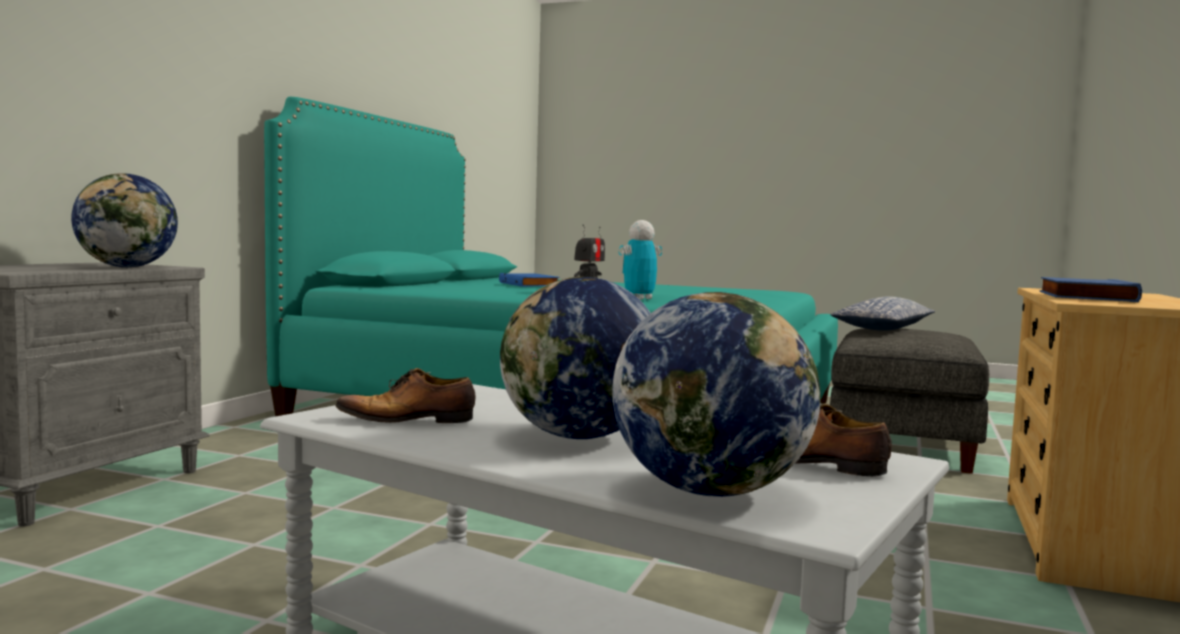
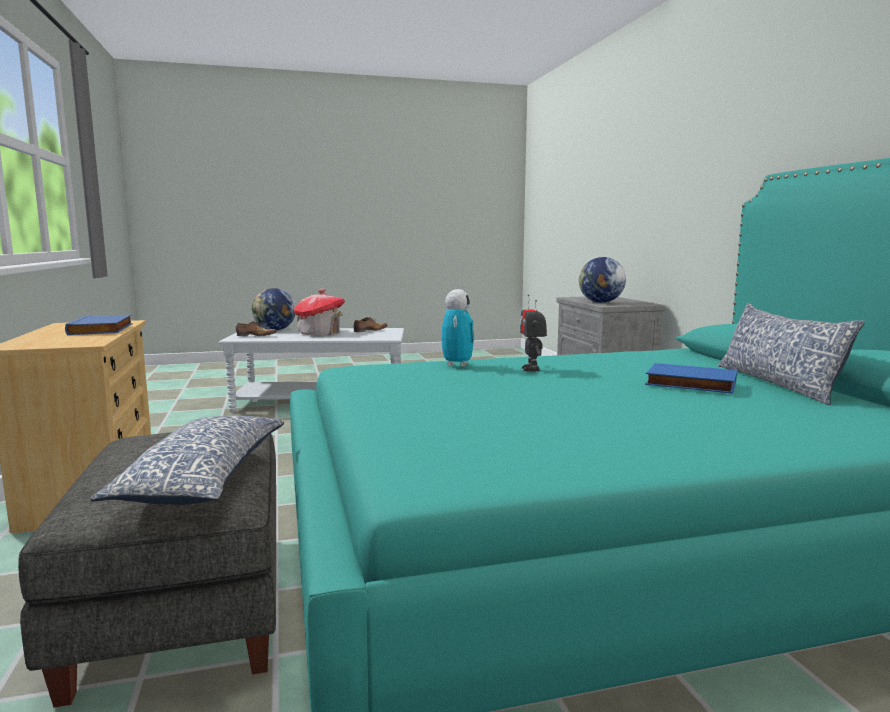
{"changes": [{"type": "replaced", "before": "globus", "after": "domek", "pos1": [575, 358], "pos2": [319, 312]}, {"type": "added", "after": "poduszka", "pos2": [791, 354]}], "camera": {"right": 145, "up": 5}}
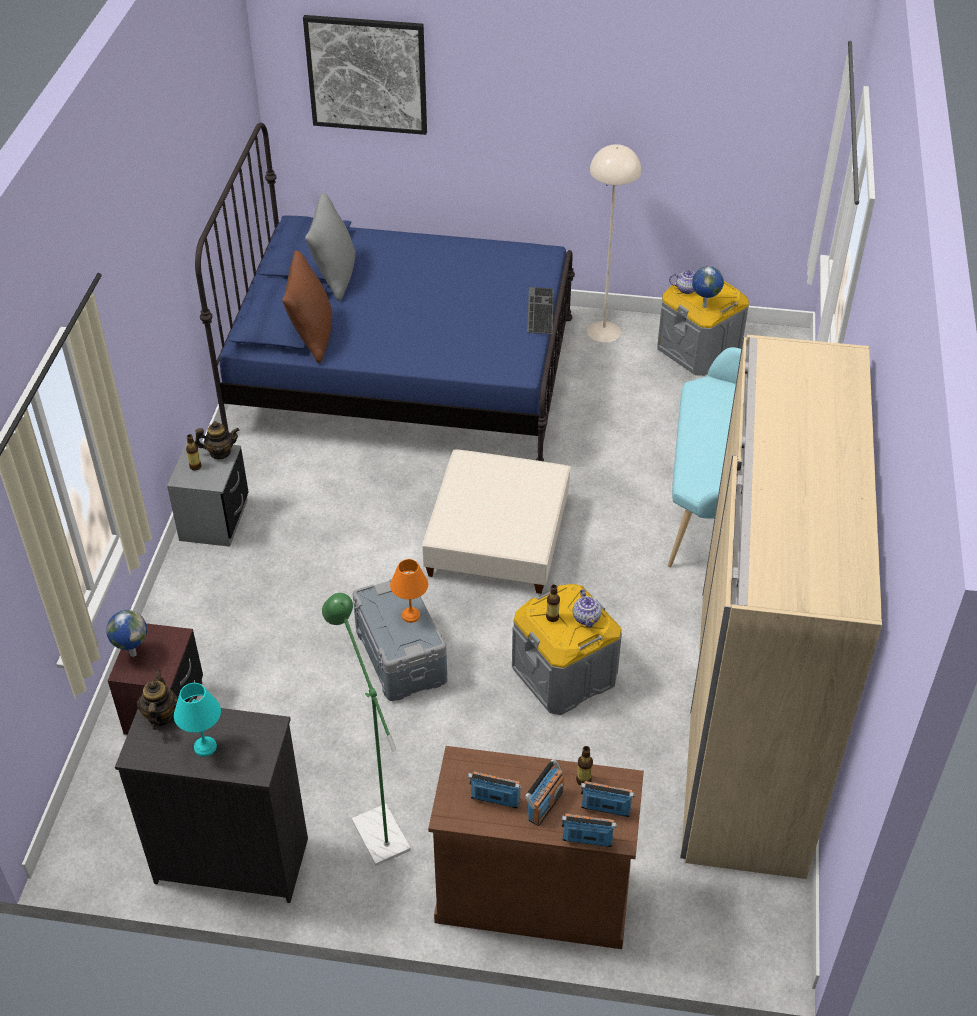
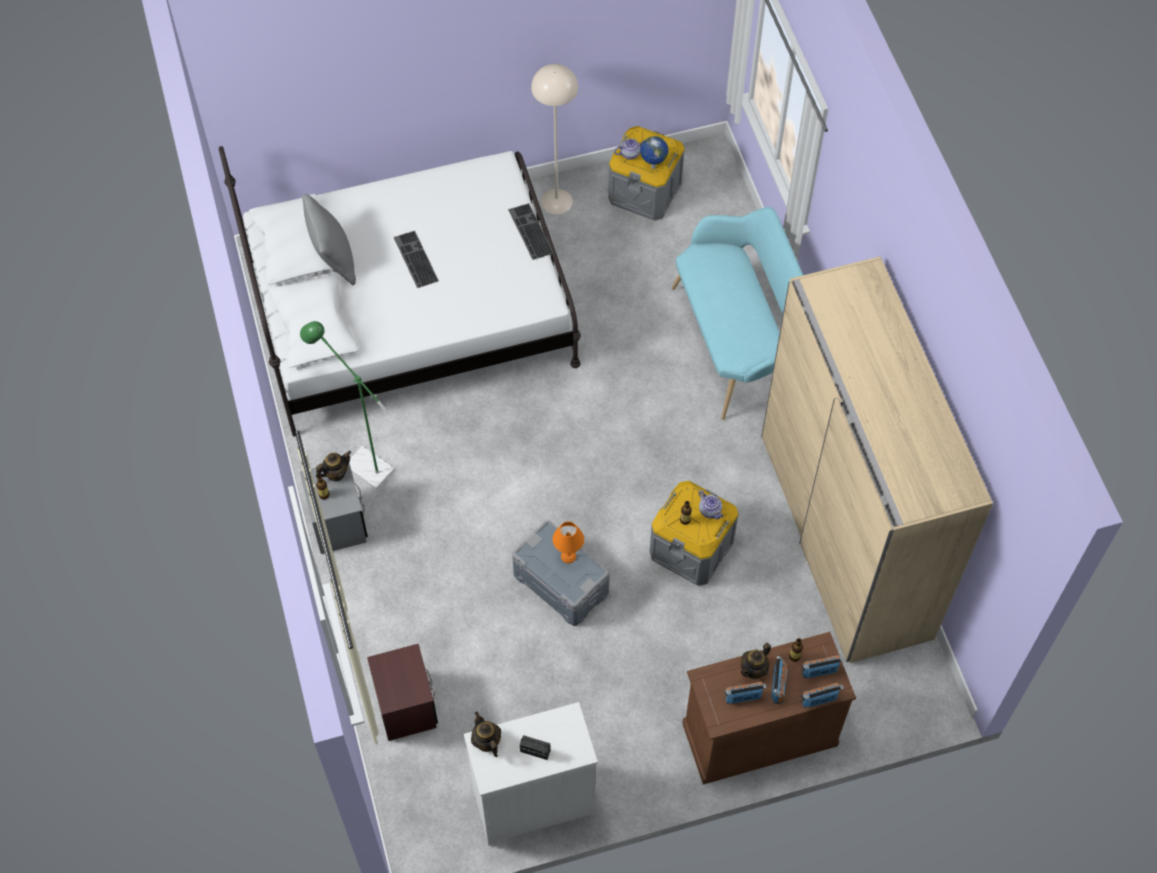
{"changes": [{"type": "removed", "before": "globus", "pos1": [126, 633]}, {"type": "recoloured", "before": "komoda [czarny]", "after": "komoda [biały]", "pos1": [211, 805], "pos2": [531, 774]}, {"type": "replaced", "before": "lampa stołowa [turkusowy]", "after": "radio", "pos1": [197, 720], "pos2": [535, 747]}, {"type": "recoloured", "before": "łóżko [niebieski]", "after": "łóżko [biały]", "pos1": [385, 292], "pos2": [399, 291]}, {"type": "removed", "before": "poduszka [brązowy]", "pos1": [307, 306]}, {"type": "removed", "before": "obraz", "pos1": [365, 75]}, {"type": "moved", "before": "lampa stojąca [zielony]", "pos1": [366, 729], "pos2": [347, 405]}, {"type": "removed", "before": "pufa [beżowy]", "pos1": [496, 521]}, {"type": "added", "after": "klawiatura", "pos2": [416, 259]}, {"type": "added", "after": "imbryk", "pos2": [756, 661]}], "camera": {"right": -25, "up": 15}}
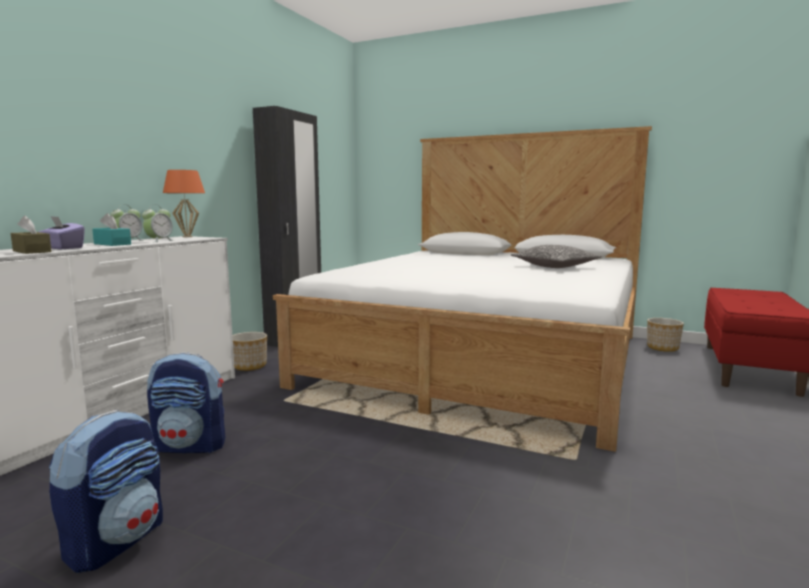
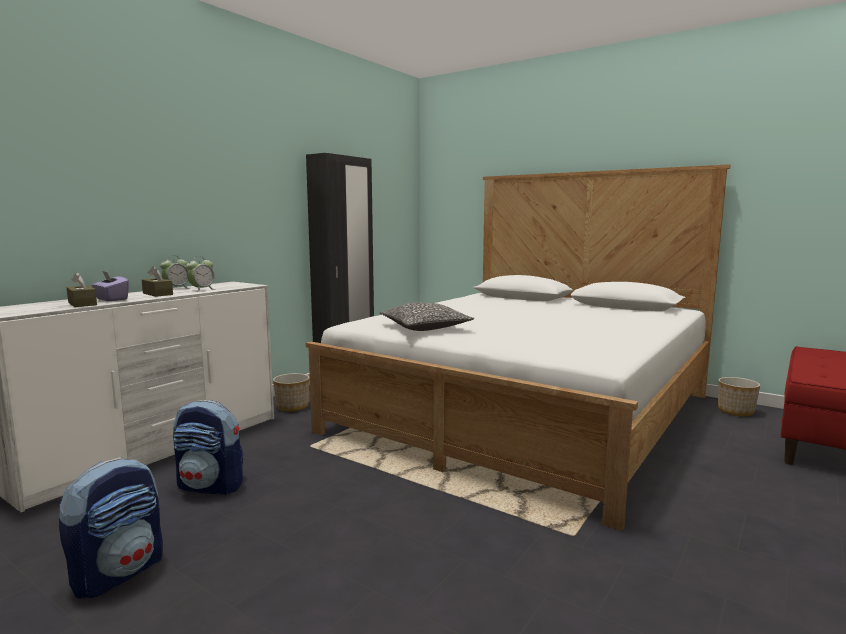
{"changes": [{"type": "recoloured", "before": "pudełko chusteczek [turkusowy]", "after": "pudełko chusteczek [brązowy]", "pos1": [111, 229], "pos2": [157, 281]}, {"type": "removed", "before": "lampa stołowa [pomarańczowy]", "pos1": [184, 203]}, {"type": "moved", "before": "poduszka", "pos1": [556, 256], "pos2": [427, 316]}], "camera": {"right": 10, "up": 0}}
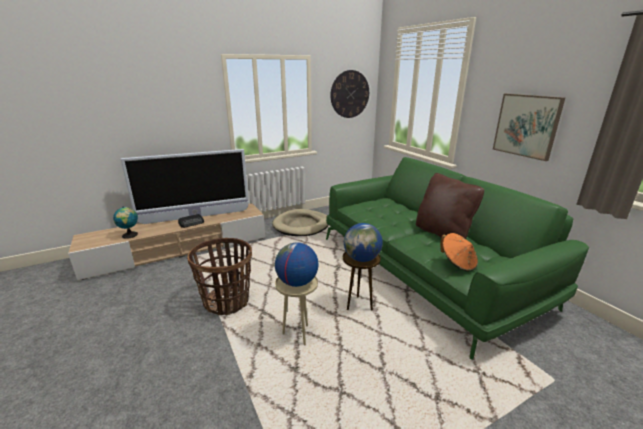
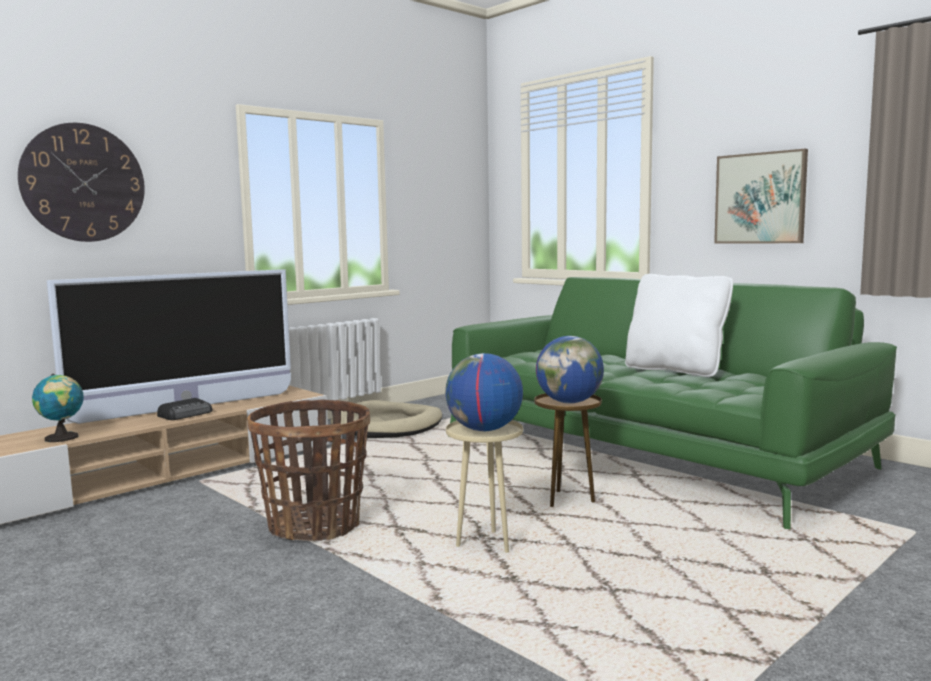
{"changes": [{"type": "moved", "before": "zegar ścienny", "pos1": [349, 94], "pos2": [81, 182]}, {"type": "recoloured", "before": "poduszka [brązowy]", "after": "poduszka [biały]", "pos1": [450, 206], "pos2": [679, 325]}, {"type": "removed", "before": "kapelusz [pomarańczowy]", "pos1": [459, 252]}], "camera": {"right": -15, "up": -15}}
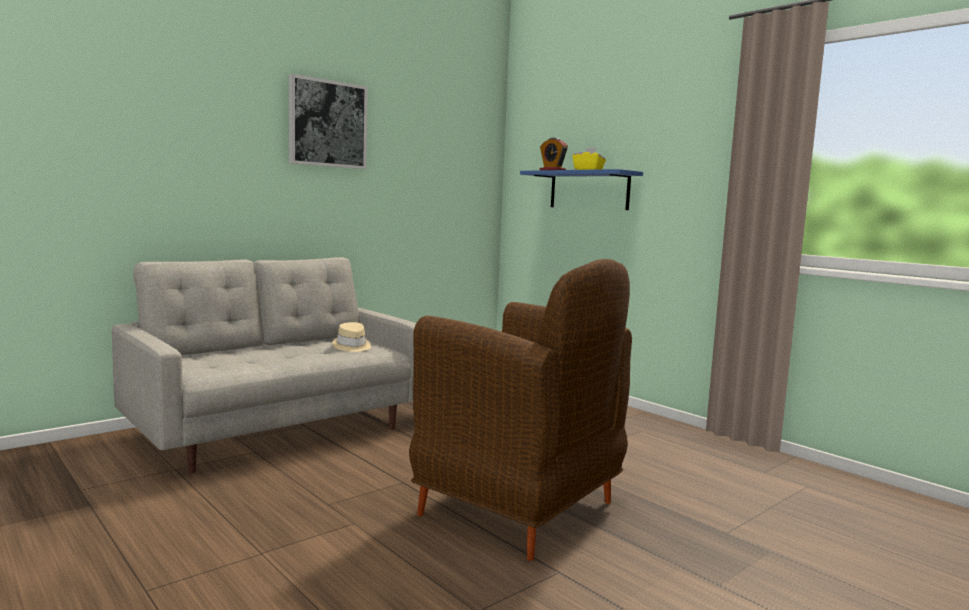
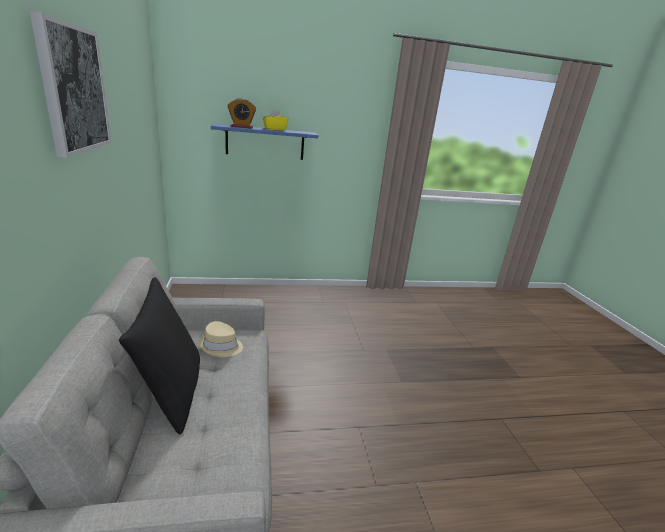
{"changes": [{"type": "removed", "before": "fotel [brązowy]", "pos1": [520, 410]}, {"type": "added", "after": "poduszka [czarny]", "pos2": [159, 355]}], "camera": {"right": -60, "up": 15}}
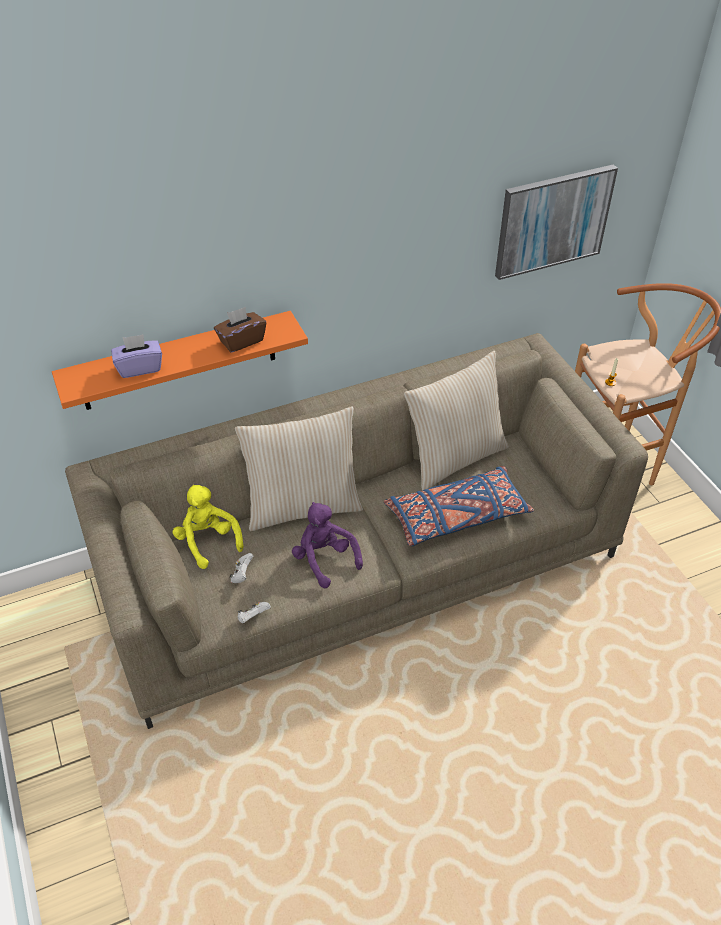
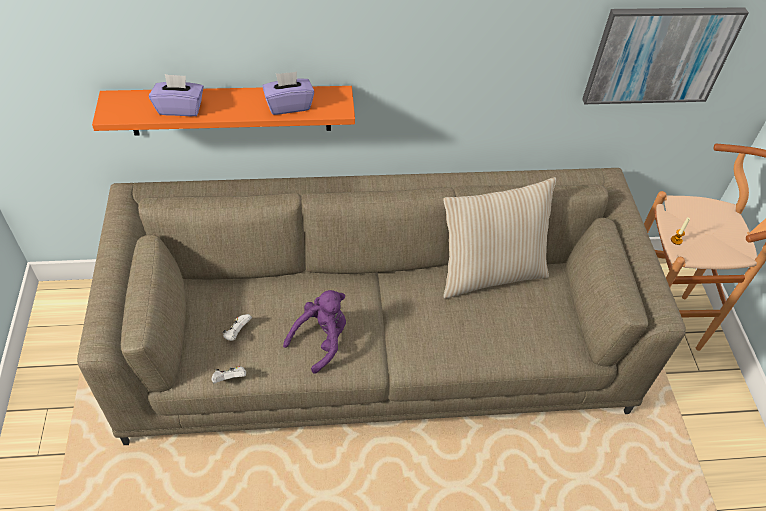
{"changes": [{"type": "removed", "before": "pluszak [żółty]", "pos1": [208, 527]}, {"type": "recoloured", "before": "pudełko chusteczek [brązowy]", "after": "pudełko chusteczek [fioletowy]", "pos1": [240, 330], "pos2": [288, 93]}, {"type": "removed", "before": "poduszka [beżowy]", "pos1": [299, 468]}, {"type": "turned", "before": "pluszak [fioletowy]", "pos1": [327, 545], "pos2": [314, 332], "turn": 60}, {"type": "removed", "before": "poduszka [niebieski]", "pos1": [459, 506]}], "camera": {"right": 15, "up": 5}}
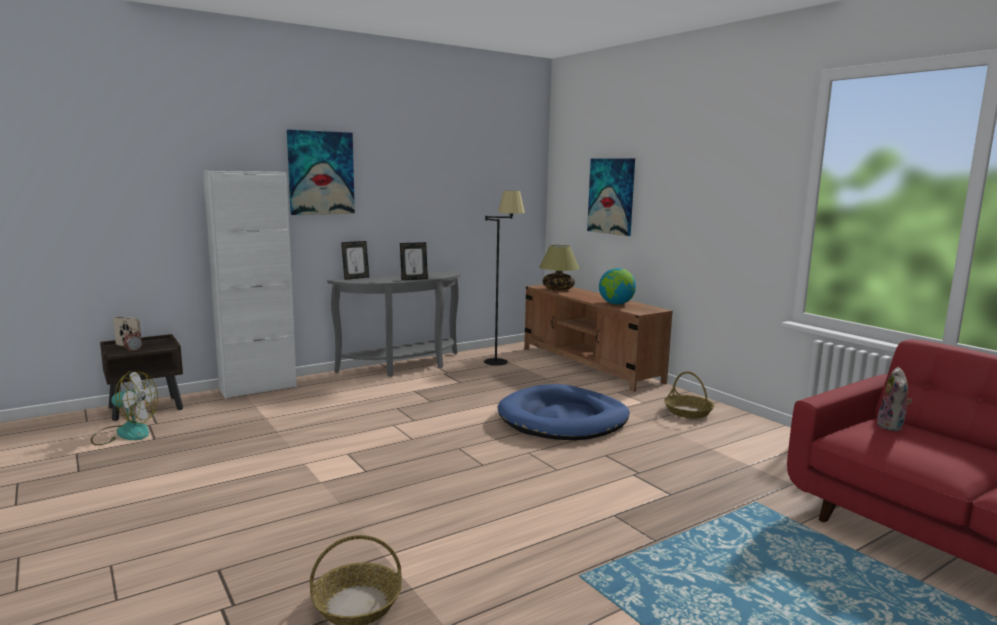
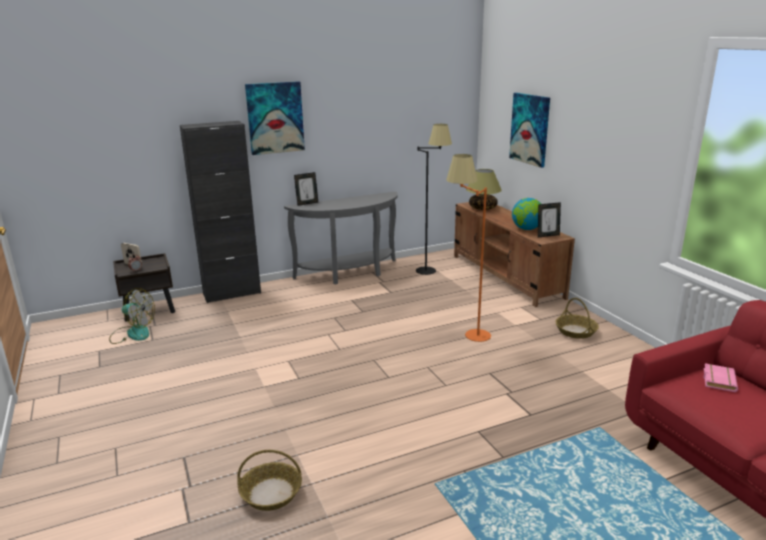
{"changes": [{"type": "recoloured", "before": "szafka [biały]", "after": "szafka [czarny]", "pos1": [250, 285], "pos2": [220, 212]}, {"type": "moved", "before": "ramka na zdjęcie", "pos1": [414, 261], "pos2": [549, 219]}, {"type": "replaced", "before": "legowisko [niebieski]", "after": "lampa stojąca [pomarańczowy]", "pos1": [563, 412], "pos2": [468, 248]}, {"type": "replaced", "before": "pluszak", "after": "książka [różowy]", "pos1": [894, 399], "pos2": [721, 377]}], "camera": {"right": 10, "up": 10}}
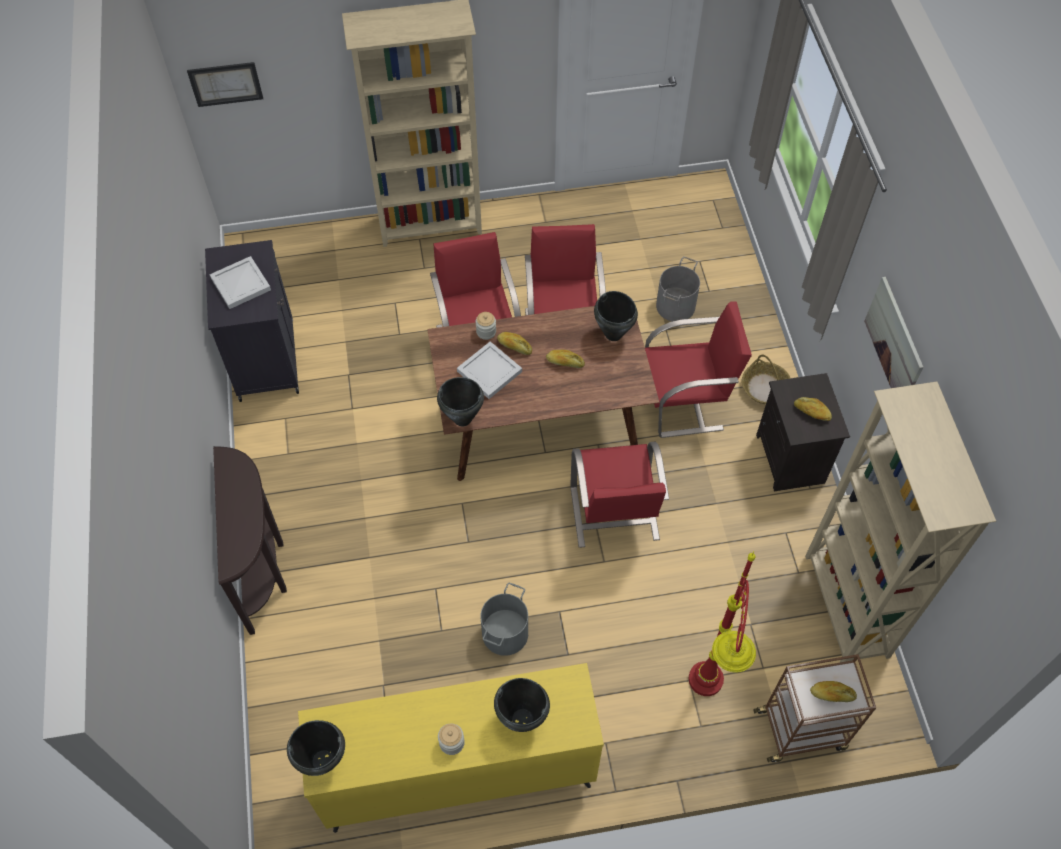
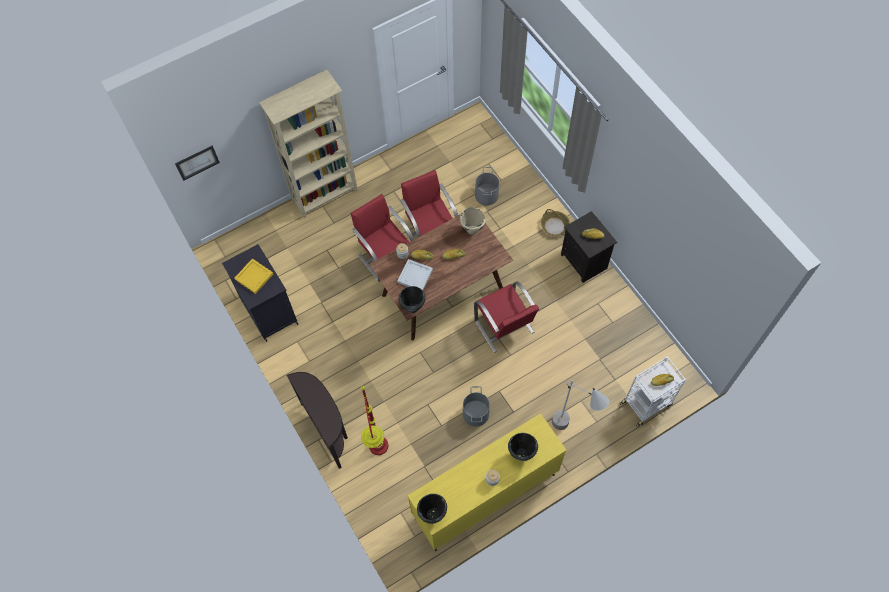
{"changes": [{"type": "recoloured", "before": "taca [biały]", "after": "taca [żółty]", "pos1": [240, 282], "pos2": [253, 276]}, {"type": "recoloured", "before": "garnek [czarny]", "after": "garnek [beżowy]", "pos1": [616, 316], "pos2": [473, 221]}, {"type": "removed", "before": "krzesło [czerwony]", "pos1": [698, 370]}, {"type": "moved", "before": "lampa stojąca [czerwony]", "pos1": [722, 623], "pos2": [374, 420]}, {"type": "recoloured", "before": "wózek [brązowy]", "after": "wózek [biały]", "pos1": [814, 708], "pos2": [652, 391]}, {"type": "removed", "before": "regał [beżowy]", "pos1": [900, 522]}, {"type": "removed", "before": "obraz", "pos1": [893, 332]}, {"type": "added", "after": "lampa stojąca [szary]", "pos2": [580, 405]}], "camera": {"right": -20, "up": 5}}
